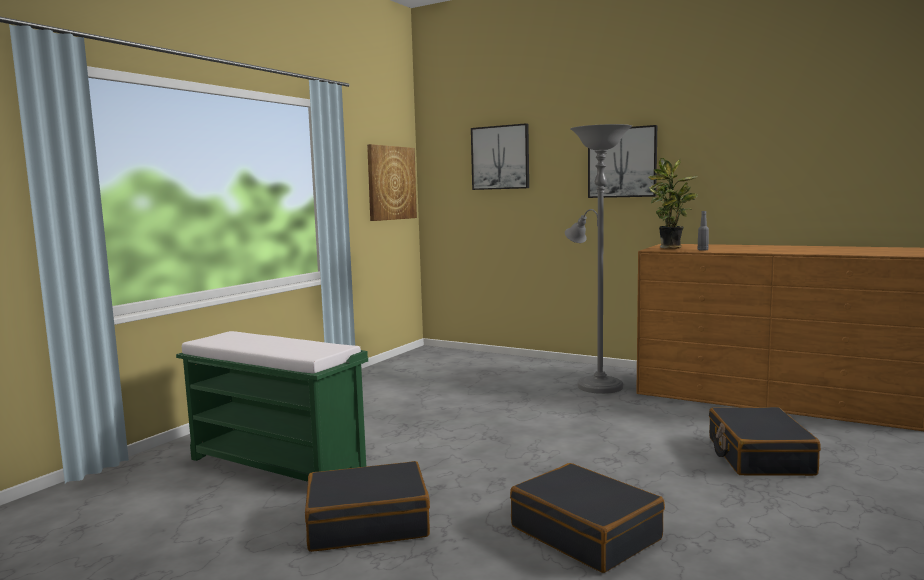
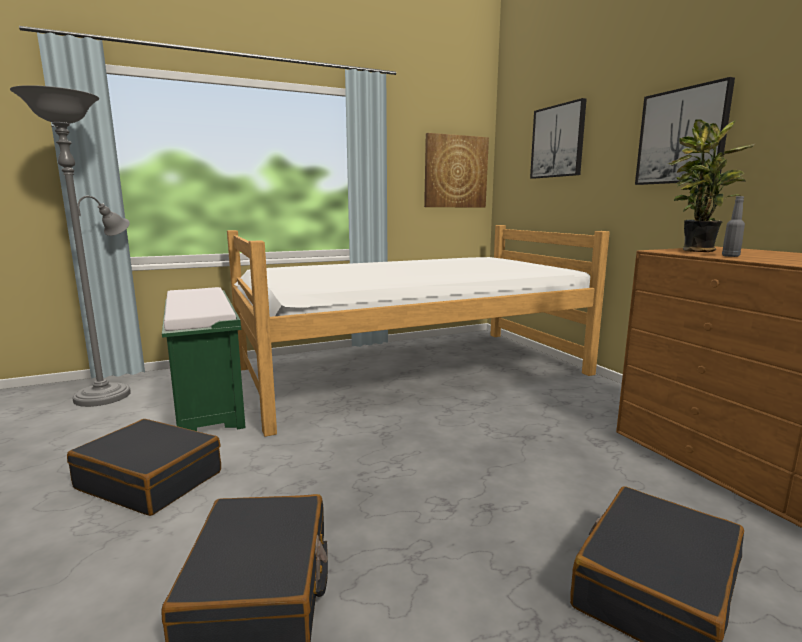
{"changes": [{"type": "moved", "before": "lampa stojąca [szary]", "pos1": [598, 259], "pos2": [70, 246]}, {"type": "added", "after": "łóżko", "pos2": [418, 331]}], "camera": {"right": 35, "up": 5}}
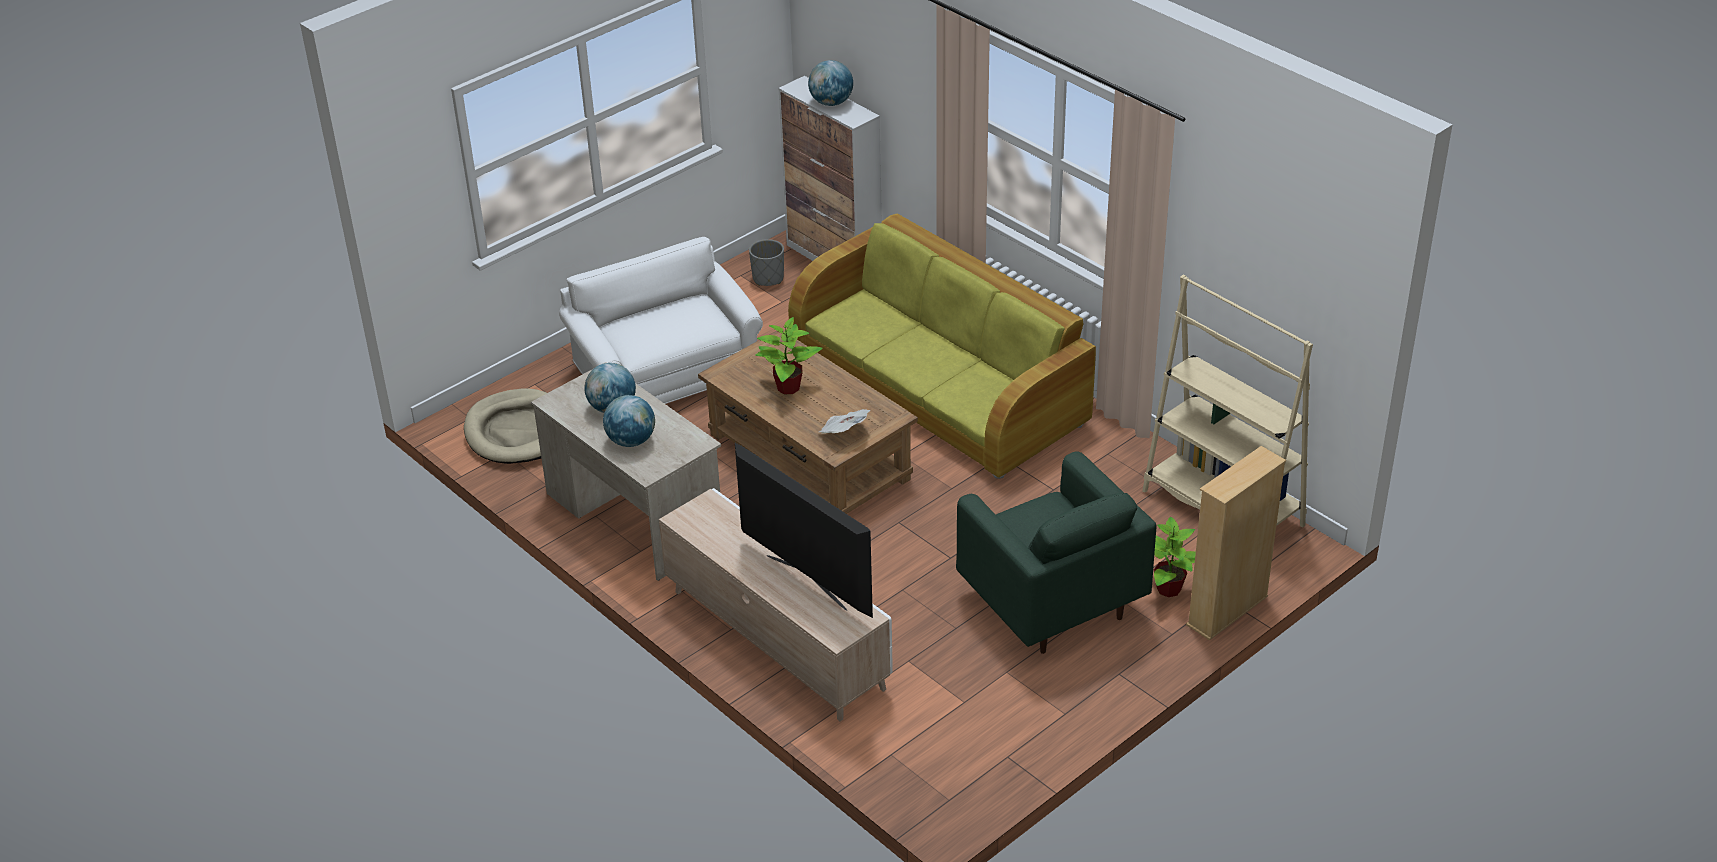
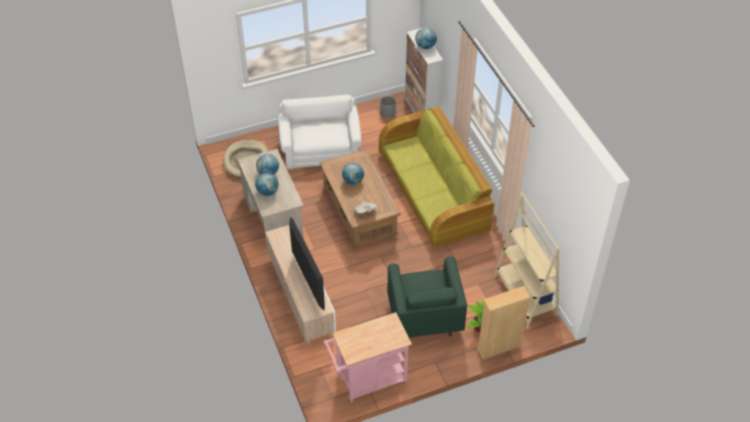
{"changes": [{"type": "replaced", "before": "roślina doniczkowa", "after": "globus", "pos1": [789, 355], "pos2": [353, 173]}, {"type": "added", "after": "wózek [różowy]", "pos2": [368, 357]}], "camera": {"right": 20, "up": 10}}
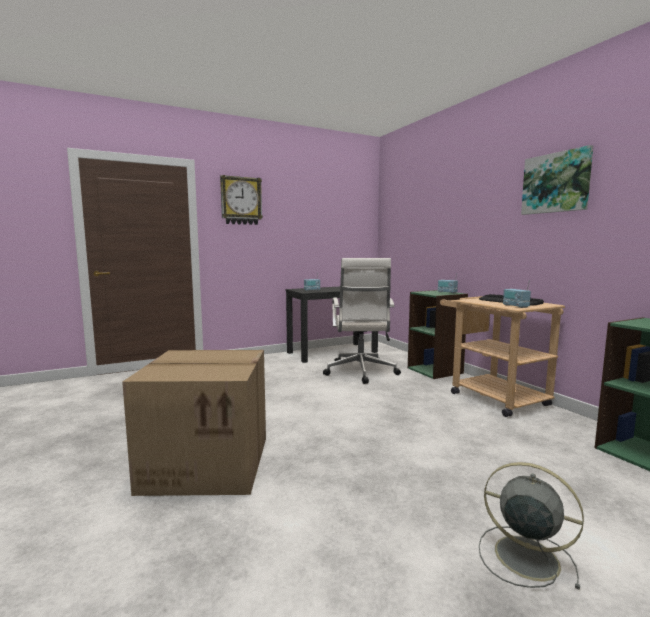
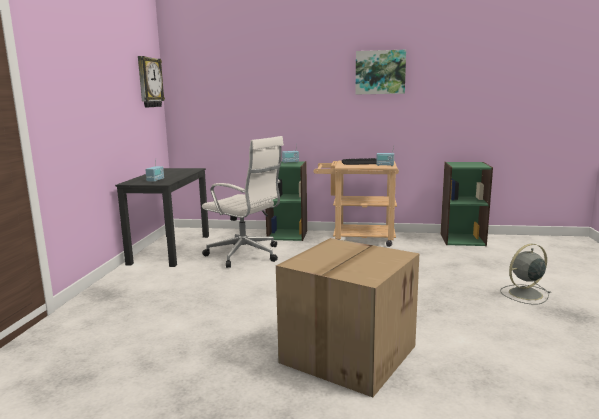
{"changes": [{"type": "moved", "before": "zegar ścienny", "pos1": [241, 200], "pos2": [151, 82]}], "camera": {"right": -55, "up": 5}}
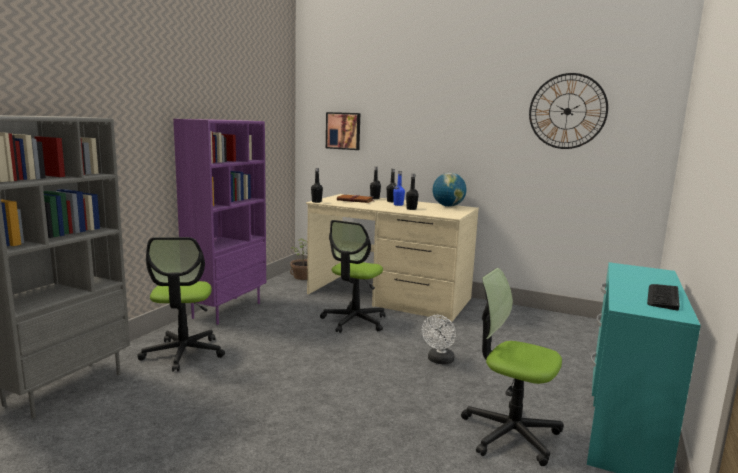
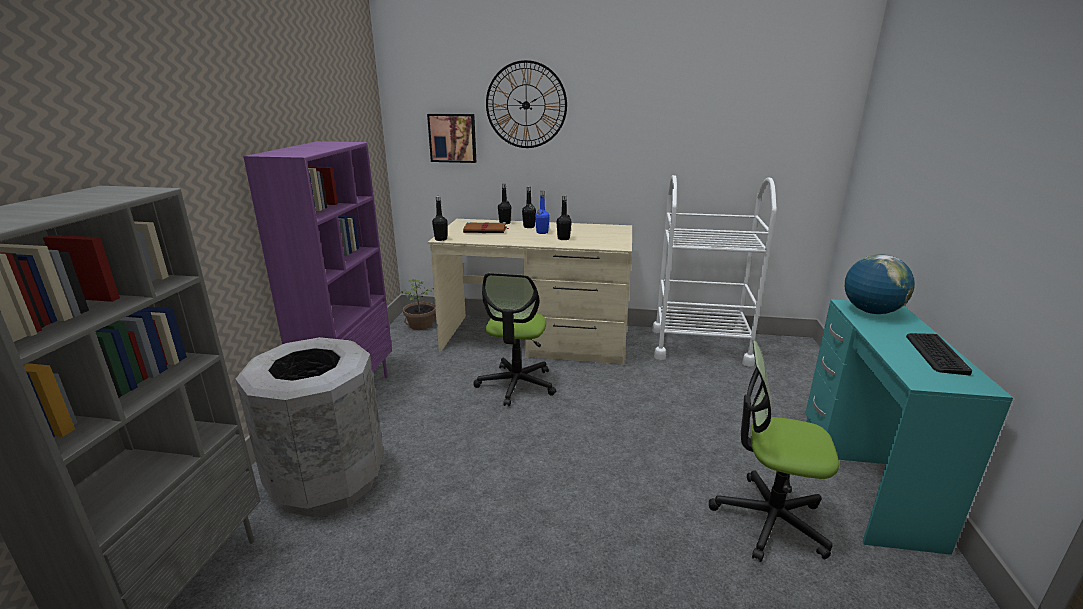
{"changes": [{"type": "replaced", "before": "krzesło biurowe", "after": "kosz na śmieci [szary]", "pos1": [181, 304], "pos2": [309, 427]}, {"type": "removed", "before": "wentylator [biały]", "pos1": [439, 340]}, {"type": "moved", "before": "globus", "pos1": [450, 190], "pos2": [879, 284]}, {"type": "moved", "before": "zegar ścienny", "pos1": [568, 111], "pos2": [526, 104]}, {"type": "added", "after": "wózek [biały]", "pos2": [714, 271]}], "camera": {"right": -15, "up": 10}}
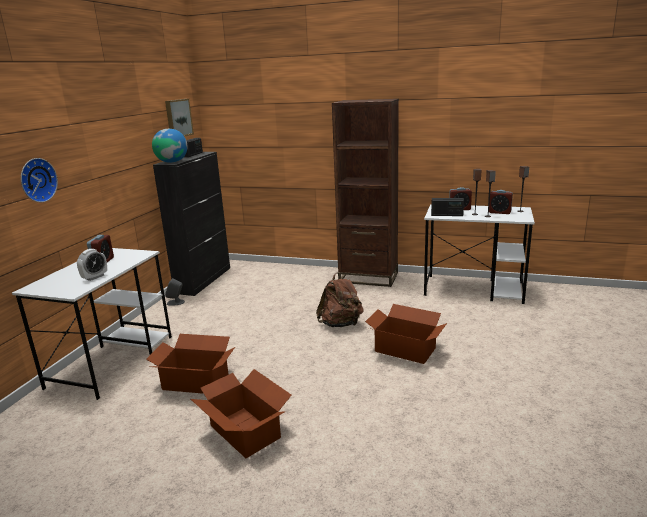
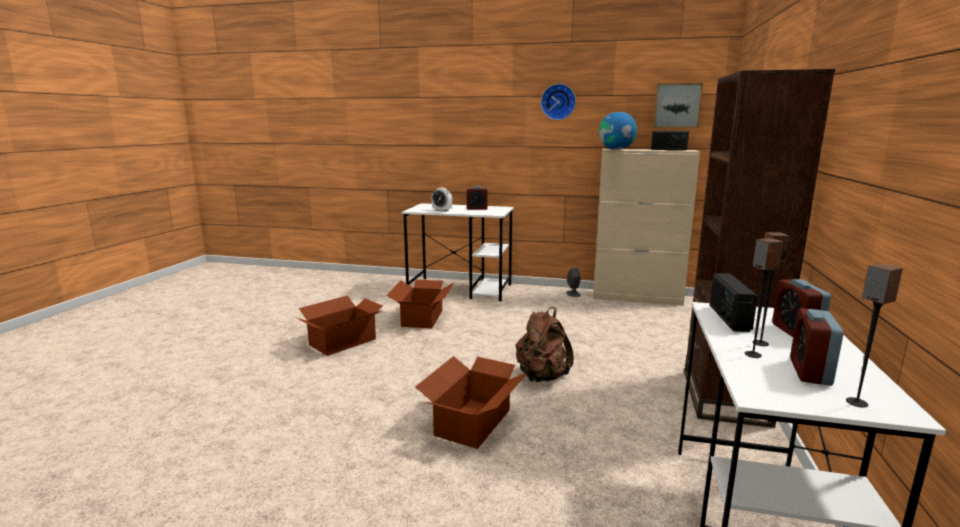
{"changes": [{"type": "moved", "before": "zegar ścienny", "pos1": [39, 180], "pos2": [558, 102]}, {"type": "recoloured", "before": "szafka [czarny]", "after": "szafka [beżowy]", "pos1": [191, 224], "pos2": [646, 227]}], "camera": {"right": 85, "up": -5}}
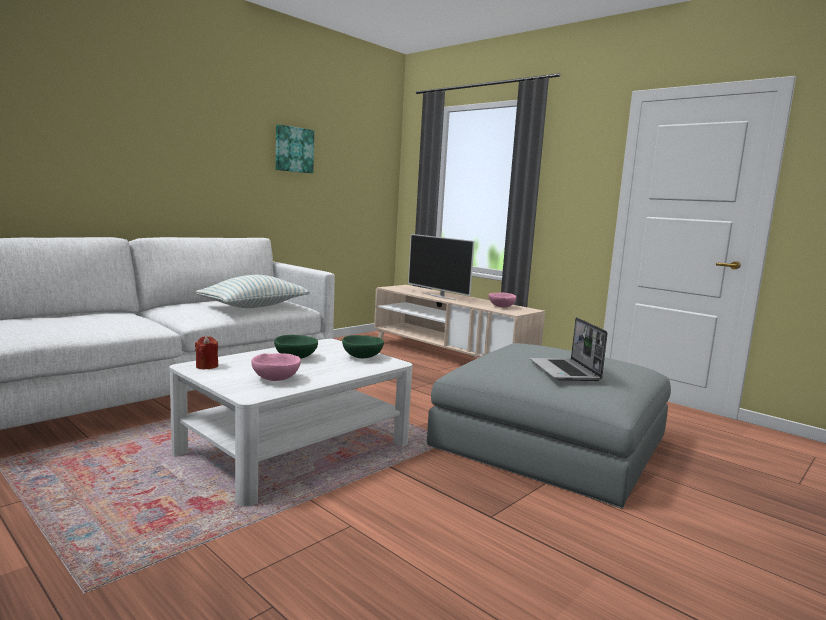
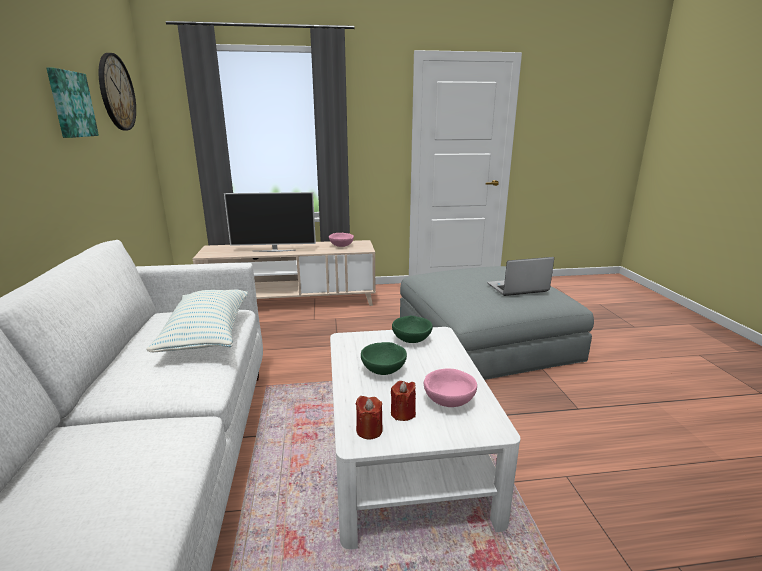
{"changes": [{"type": "turned", "before": "laptop", "pos1": [568, 349], "pos2": [520, 276], "turn": 135}, {"type": "added", "after": "zegar ścienny", "pos2": [117, 91]}, {"type": "added", "after": "świeca [czerwony]", "pos2": [403, 401]}], "camera": {"right": -50, "up": 10}}
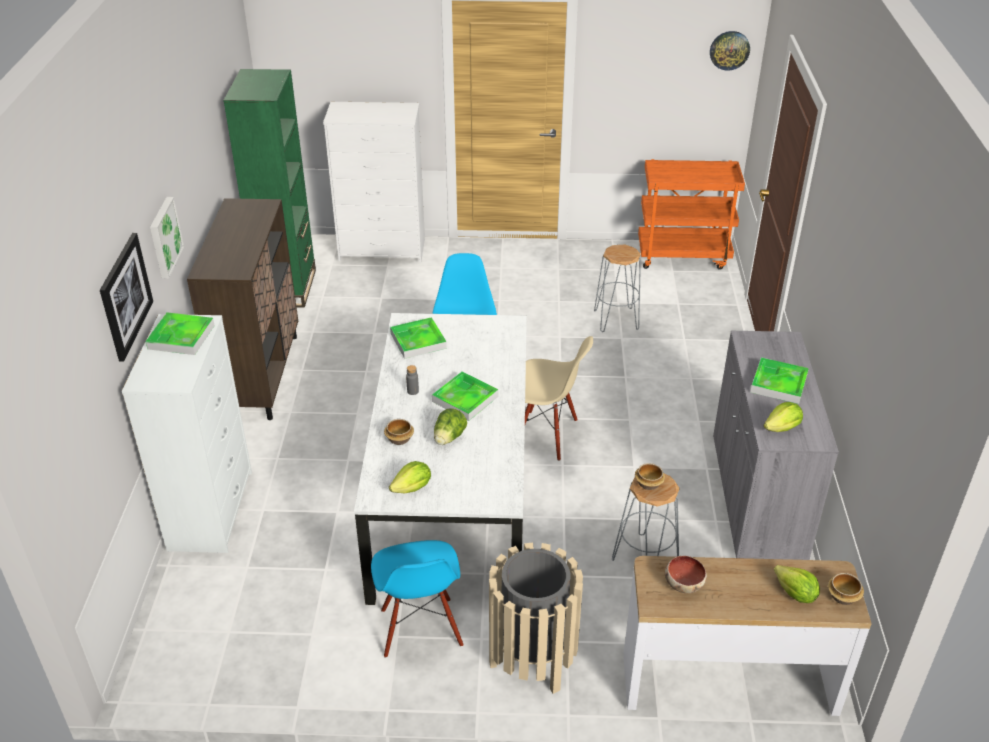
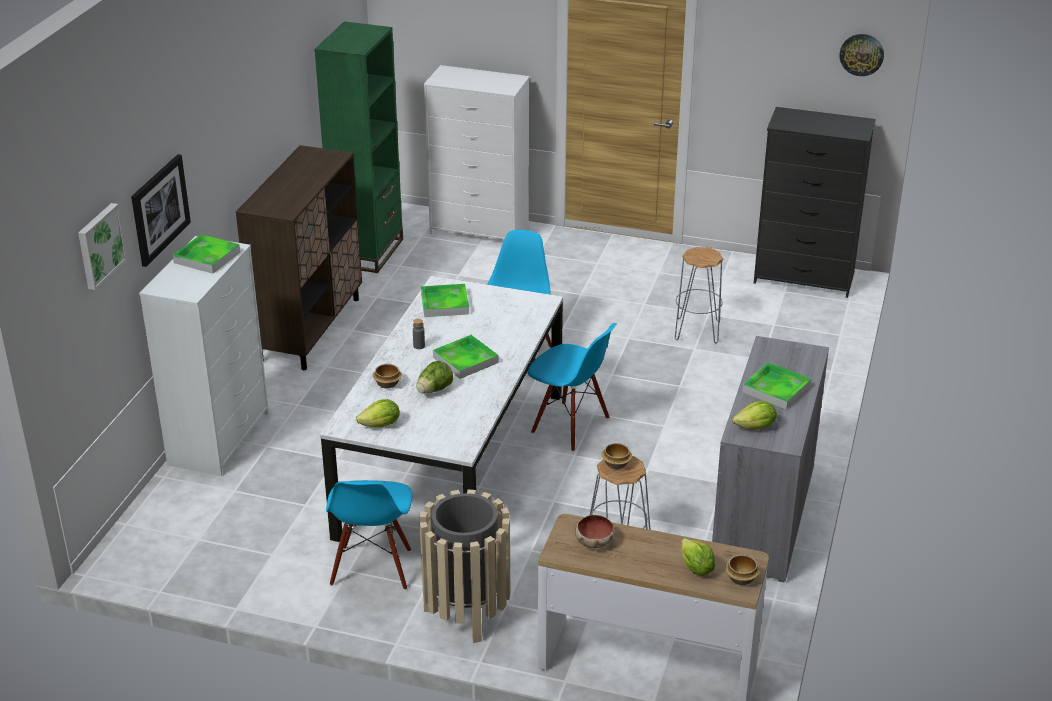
{"changes": [{"type": "moved", "before": "obraz", "pos1": [167, 237], "pos2": [102, 246]}, {"type": "recoloured", "before": "krzesło [beżowy]", "after": "krzesło [niebieski]", "pos1": [559, 398], "pos2": [572, 387]}, {"type": "replaced", "before": "wózek [pomarańczowy]", "after": "komoda [czarny]", "pos1": [691, 214], "pos2": [815, 202]}], "camera": {"right": 15, "up": -5}}
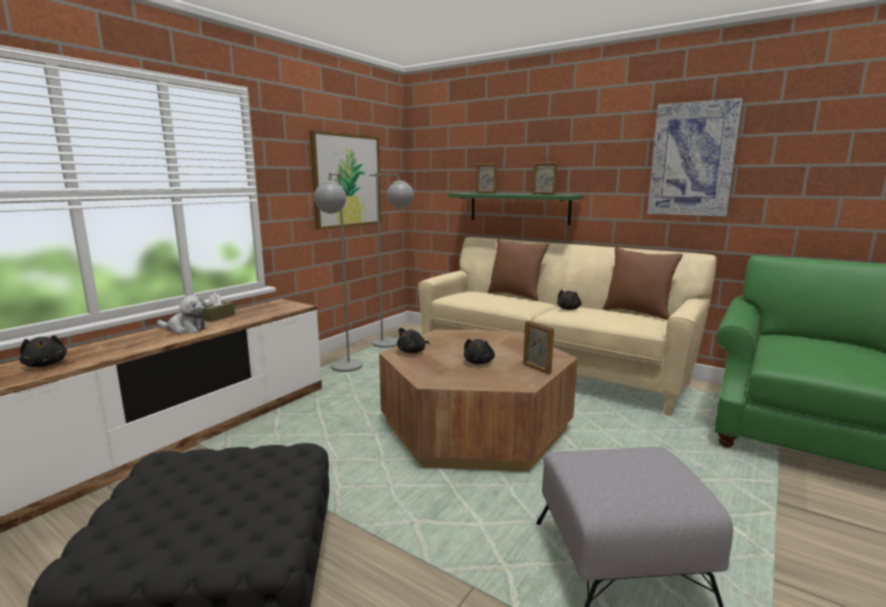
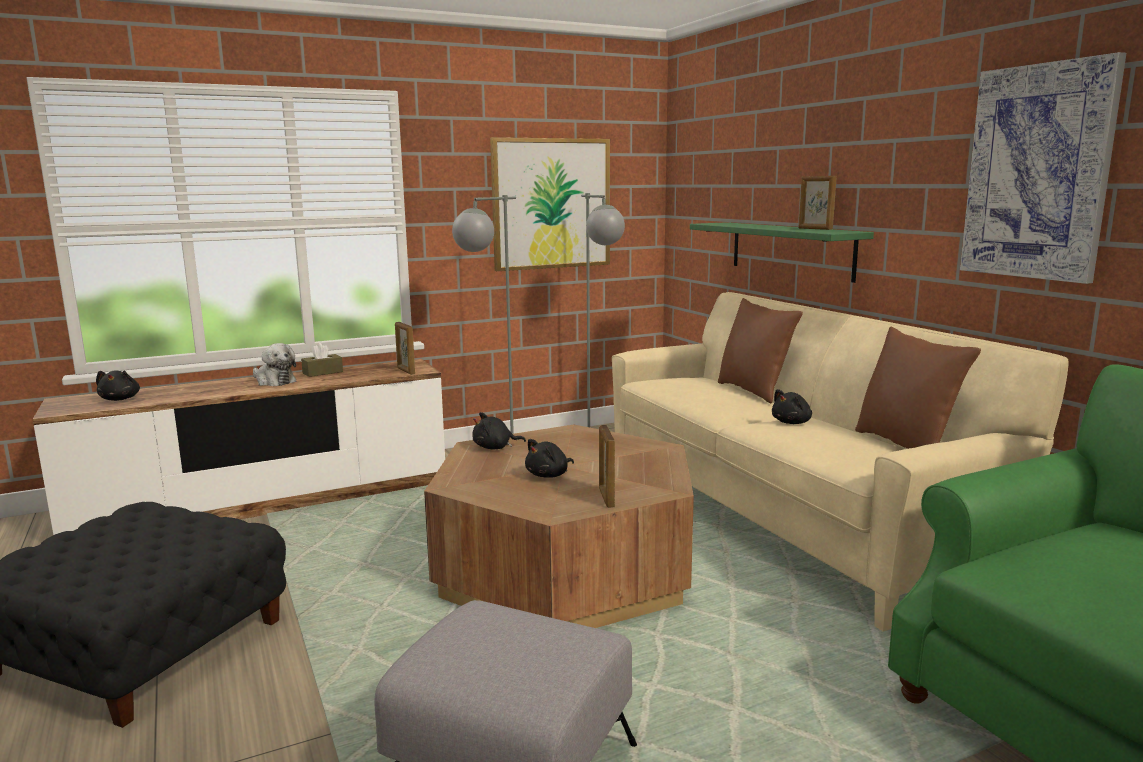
{"changes": [{"type": "moved", "before": "ramka na zdjęcie", "pos1": [487, 178], "pos2": [405, 348]}], "camera": {"right": 30, "up": 0}}
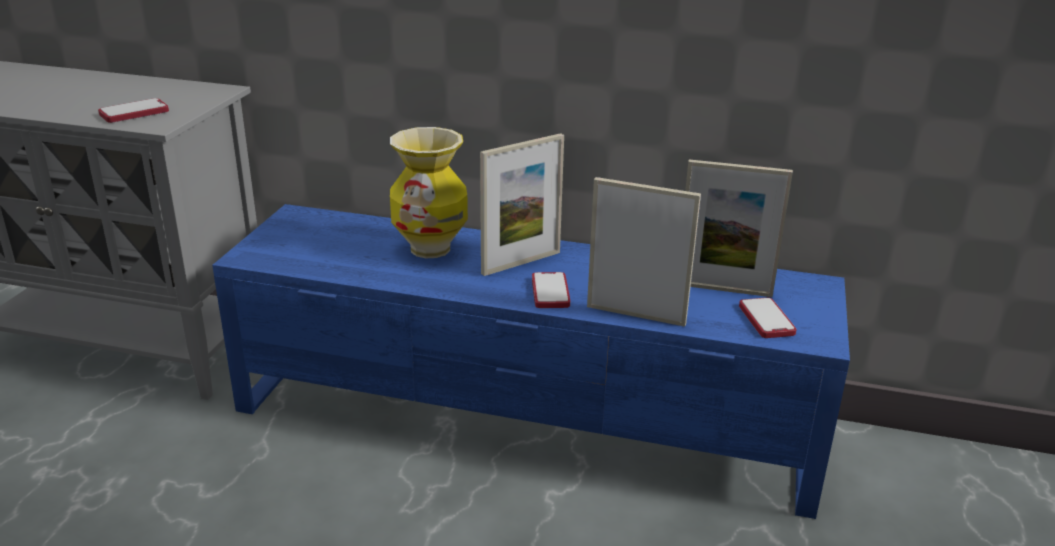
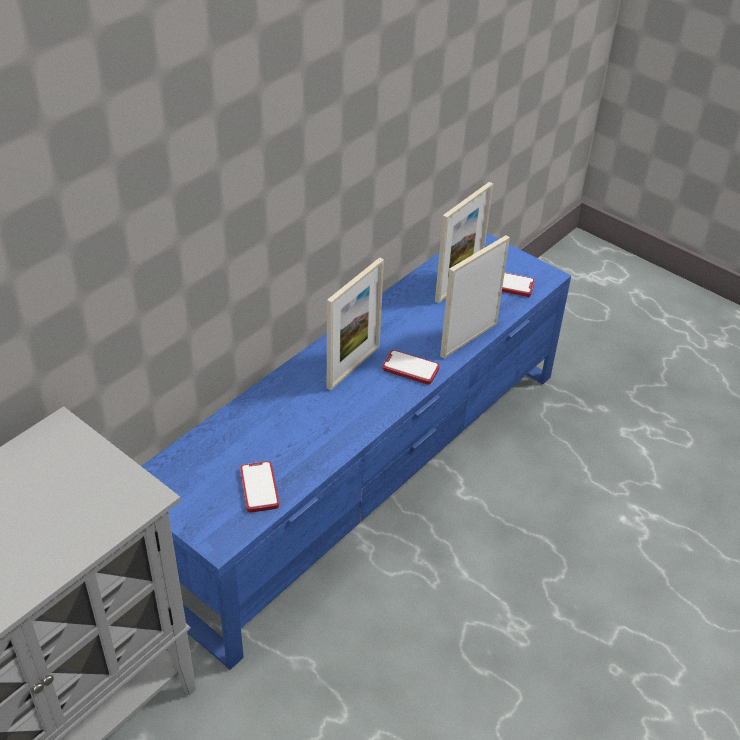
{"changes": [{"type": "moved", "before": "telefon", "pos1": [133, 110], "pos2": [259, 487]}, {"type": "removed", "before": "wazon", "pos1": [429, 192]}, {"type": "turned", "before": "ramka na zdjęcie", "pos1": [522, 204], "pos2": [355, 323], "turn": 45}], "camera": {"right": -65, "up": 15}}
